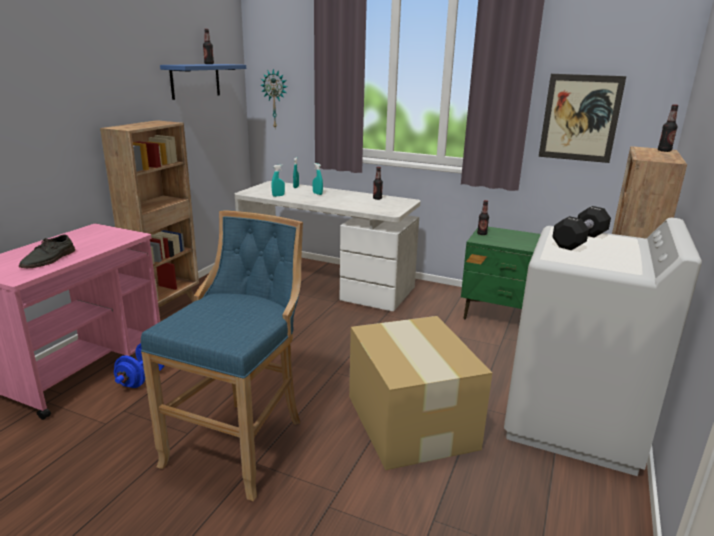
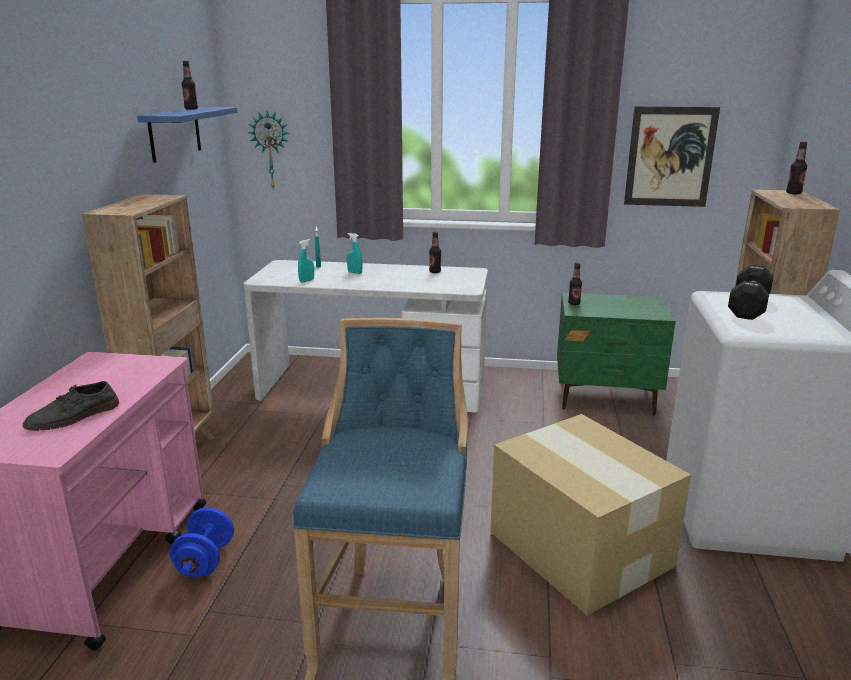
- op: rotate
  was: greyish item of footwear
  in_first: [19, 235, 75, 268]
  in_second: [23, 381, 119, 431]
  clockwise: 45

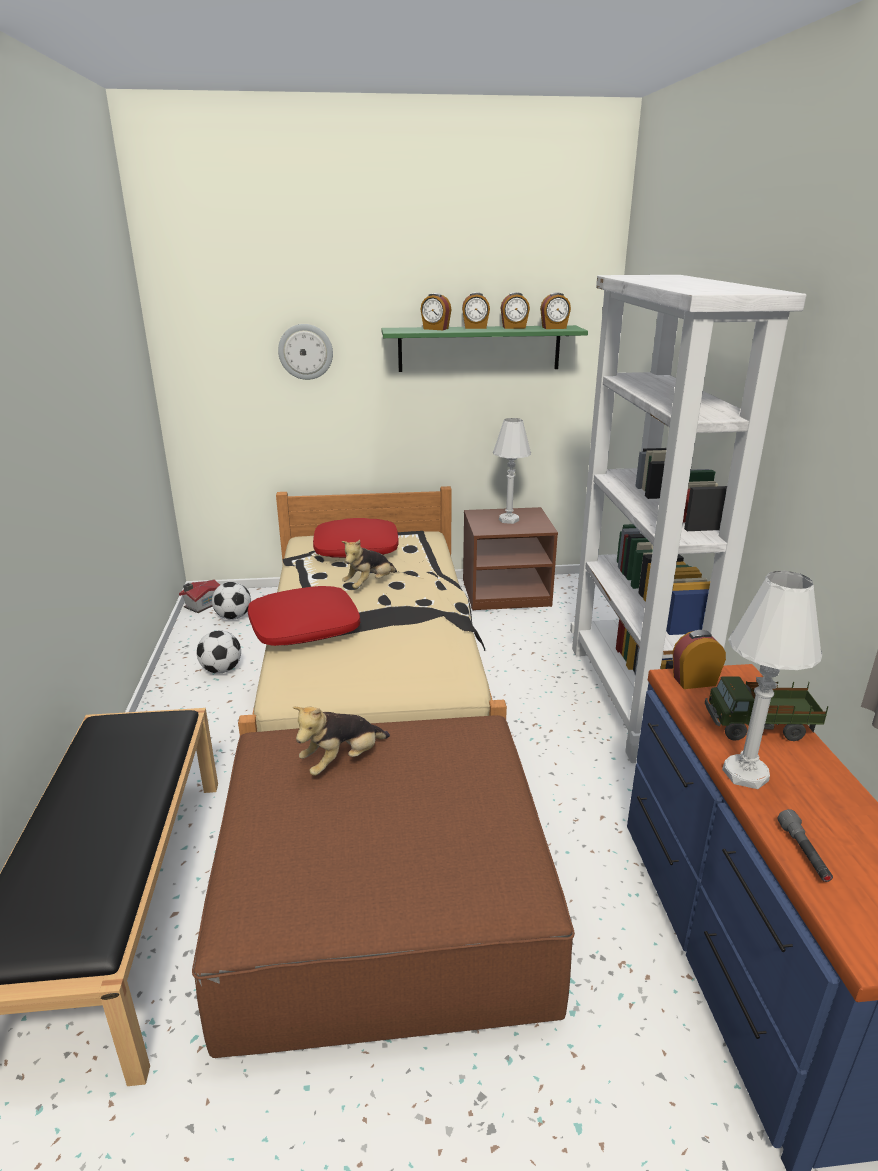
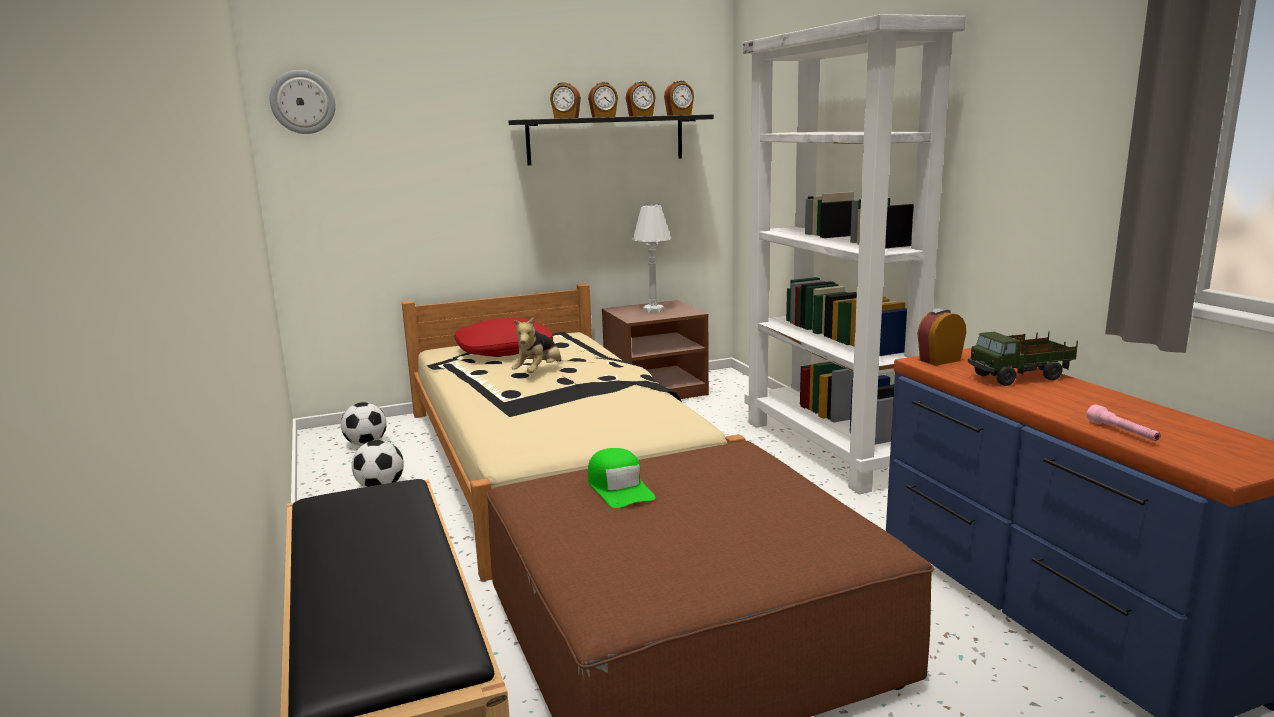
- op: move
  was: clock on the wall
  in_first: [278, 324, 333, 380]
  in_second: [270, 70, 336, 134]
- op: recolor
  was: green wall shelf
  now: black wall shelf
  in_first: [381, 325, 588, 372]
  in_second: [508, 115, 714, 165]
- op: delete
  was: white-coloured lamp for a table
  in_first: [722, 570, 822, 789]
- op: delete
  was: model house
  in_first: [179, 580, 220, 613]
- op: delete
  was: red-coloured cushion
  in_first: [248, 586, 360, 646]
- op: replace
  was: soft toy
  now: green baseball cap
  in_first: [293, 707, 390, 776]
  in_second: [588, 448, 656, 508]
- op: recolor
  was: greyish hand torch
  now: pink-coloured hand torch
  in_first: [778, 809, 833, 882]
  in_second: [1087, 404, 1161, 441]

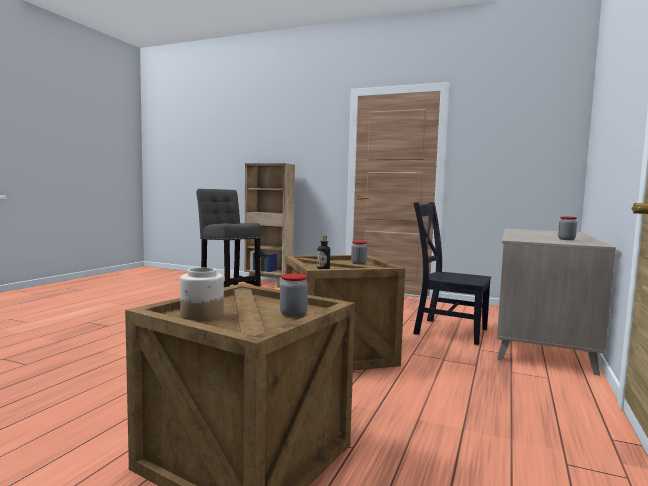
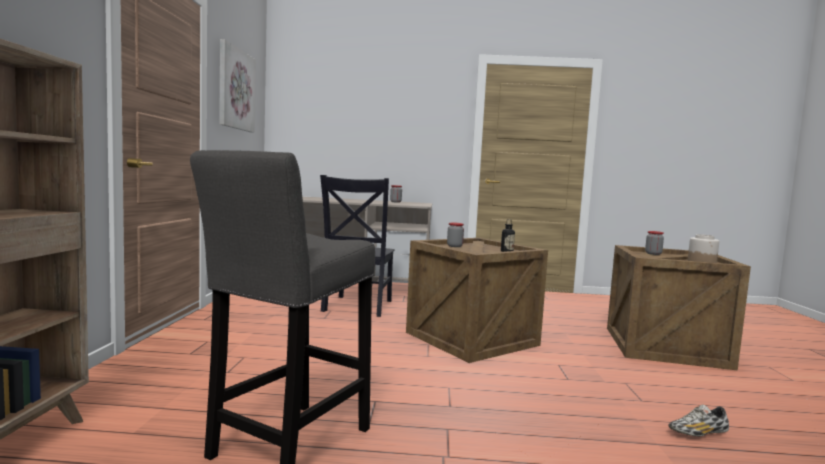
- op: insert
  now: picture
  in_second: [219, 39, 256, 133]
- op: insert
  now: item of footwear
  in_second: [669, 405, 729, 436]

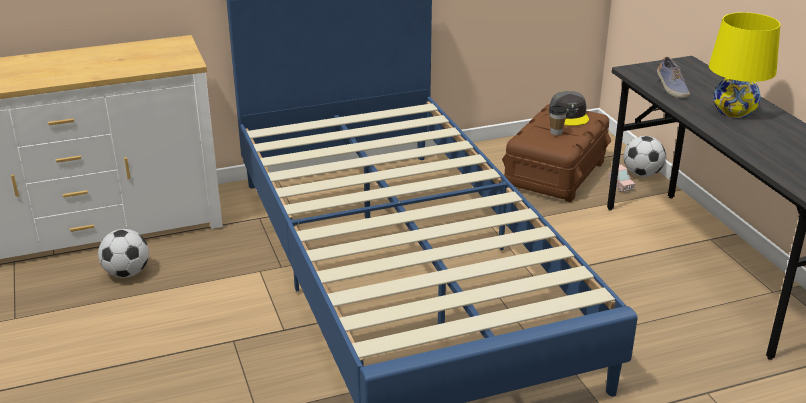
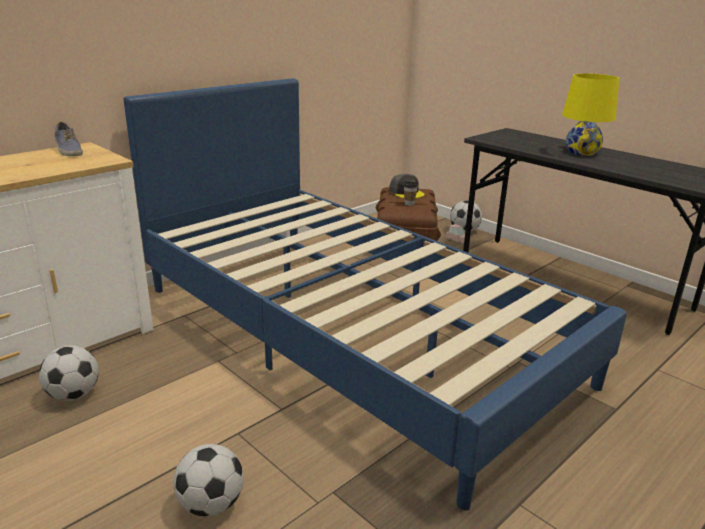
- op: move
  was: item of footwear
  in_first: [657, 57, 690, 98]
  in_second: [54, 121, 83, 156]
- op: insert
  now: ball for football
  in_second: [173, 444, 244, 517]

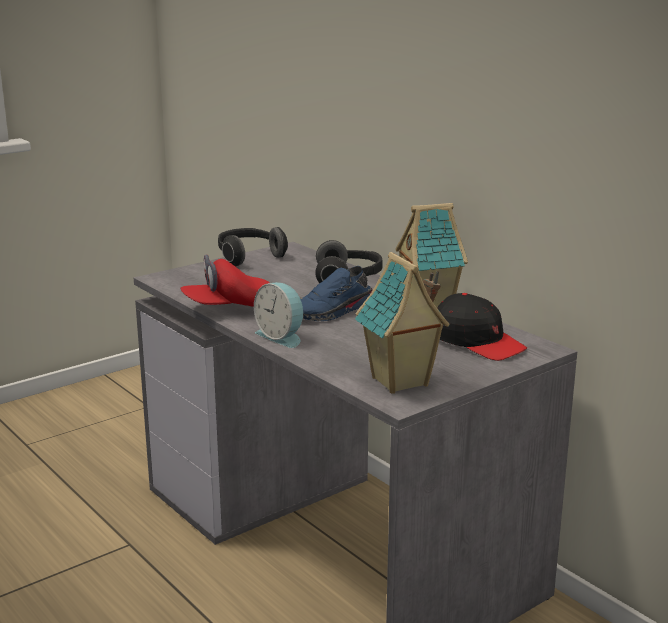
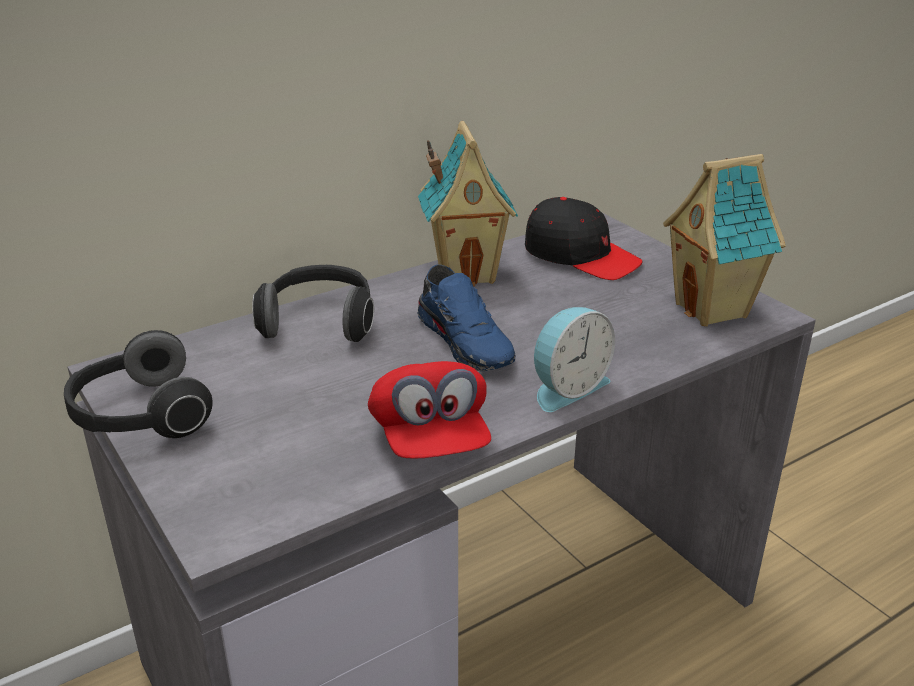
- op: rotate
  was: black baseball cap
  in_first: [437, 293, 527, 361]
  in_second: [525, 197, 643, 280]
  clockwise: 75

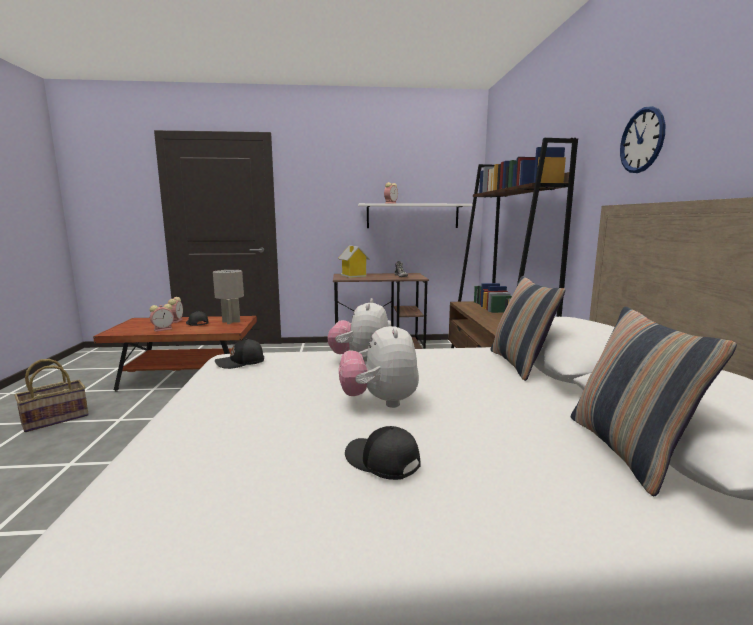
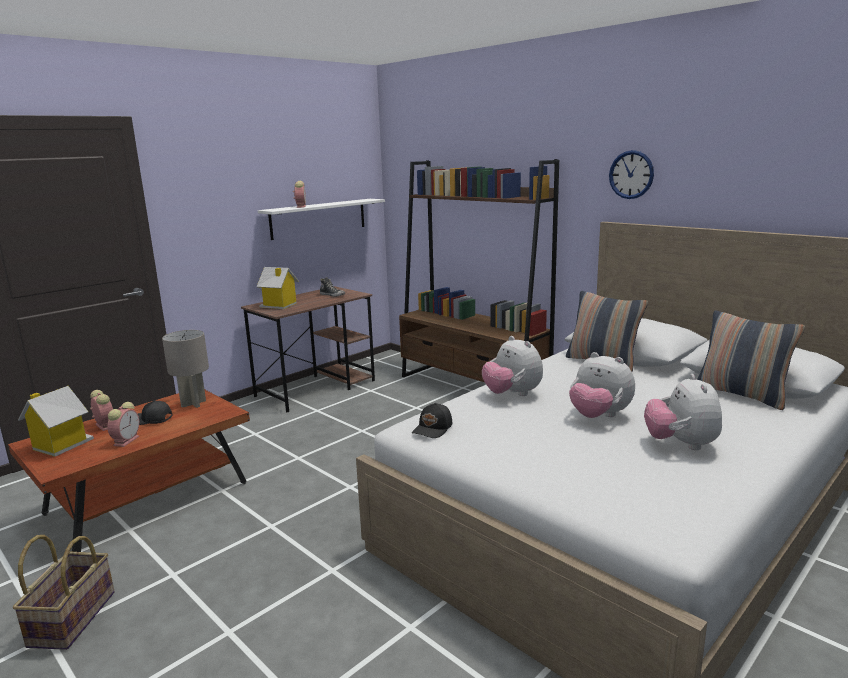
- op: replace
  was: black baseball cap
  now: soft toy
  in_first: [345, 426, 421, 480]
  in_second: [644, 374, 722, 450]
- op: insert
  now: model house
  in_second: [18, 386, 94, 457]

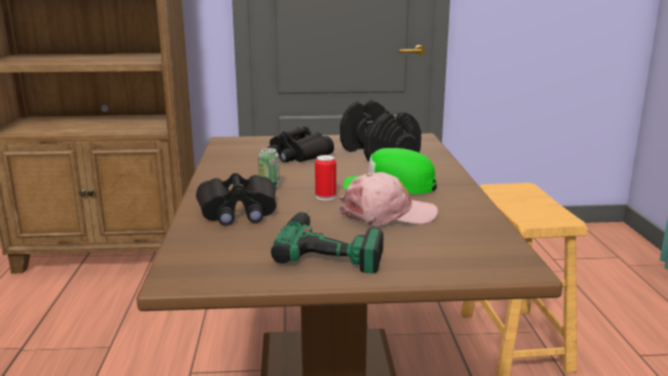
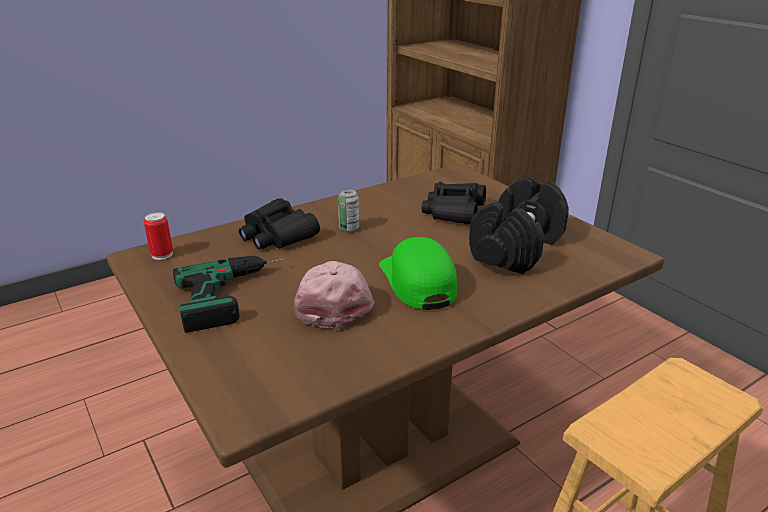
- op: move
  was: sealed can
  in_first: [315, 155, 336, 200]
  in_second: [144, 212, 173, 260]
- op: rotate
  was: pink-coloured baseball cap
  in_first: [340, 172, 438, 226]
  in_second: [294, 261, 375, 329]
  clockwise: -150

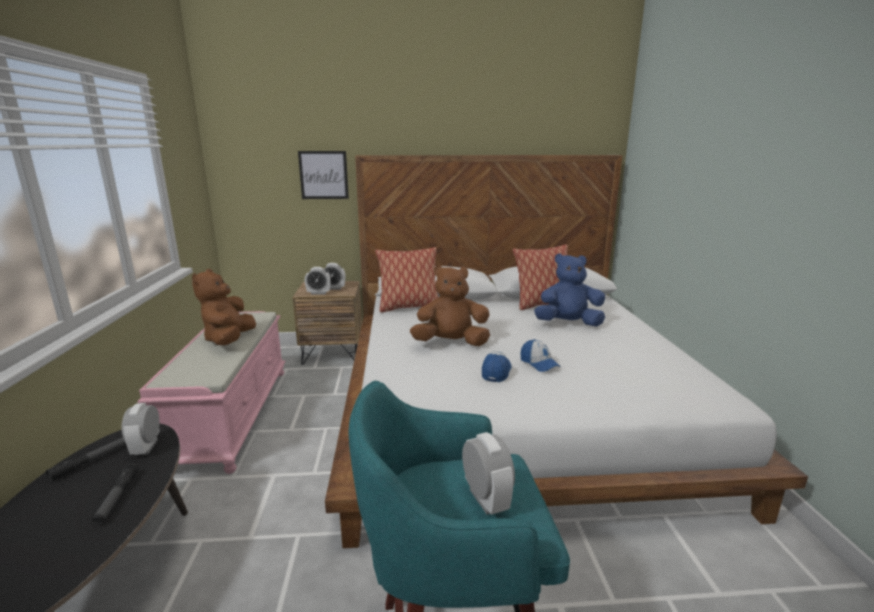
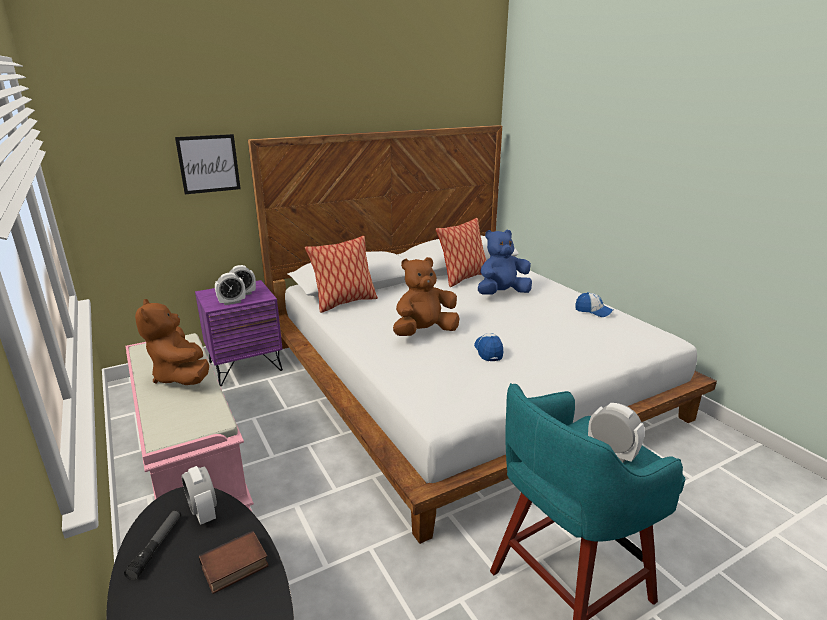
- op: recolor
  was: brownish bedside table
  now: purple-coloured bedside table
  in_first: [292, 281, 362, 365]
  in_second: [195, 280, 283, 386]
- op: move
  was: baseball cap
  in_first: [520, 339, 561, 372]
  in_second: [575, 292, 613, 317]
- op: replace
  was: hand torch
  now: bound book
  in_first: [92, 463, 139, 524]
  in_second: [199, 531, 269, 594]

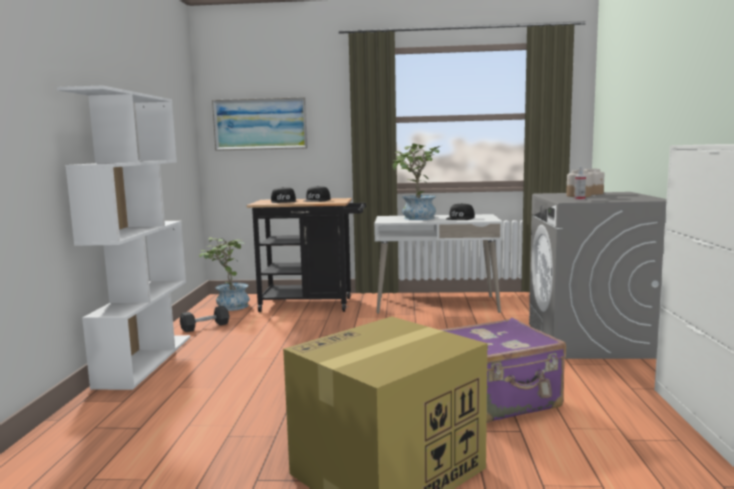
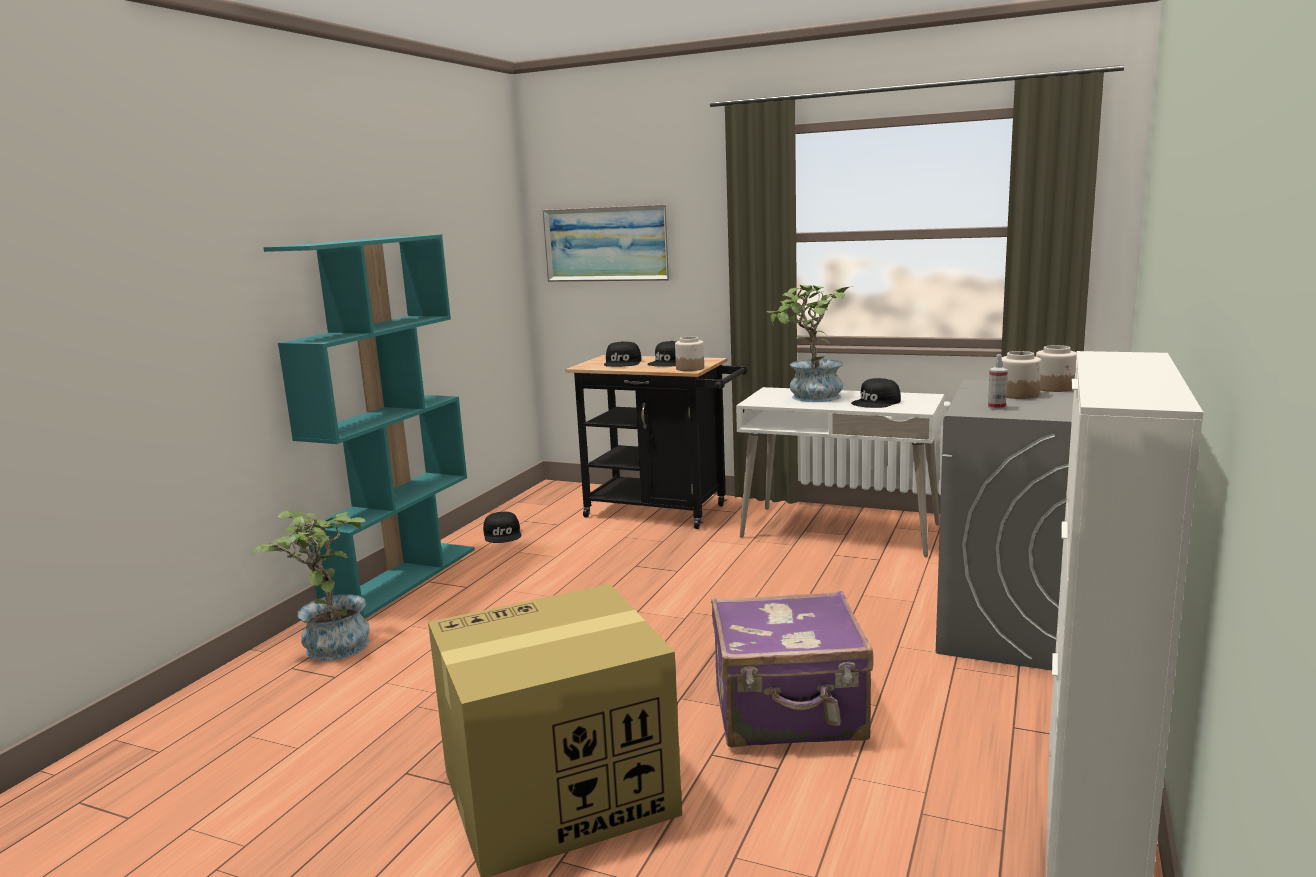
- op: recolor
  was: white-coloured shelving unit
  now: turquoise-coloured shelving unit
  in_first: [57, 86, 191, 390]
  in_second: [263, 234, 475, 619]
- op: move
  was: houseplant
  in_first: [199, 237, 249, 311]
  in_second: [252, 511, 370, 661]
- op: replace
  was: black free weight
  now: black baseball cap
  in_first: [180, 306, 229, 332]
  in_second: [483, 512, 521, 543]
- op: insert
  now: preserve jar
  in_second: [675, 336, 704, 371]

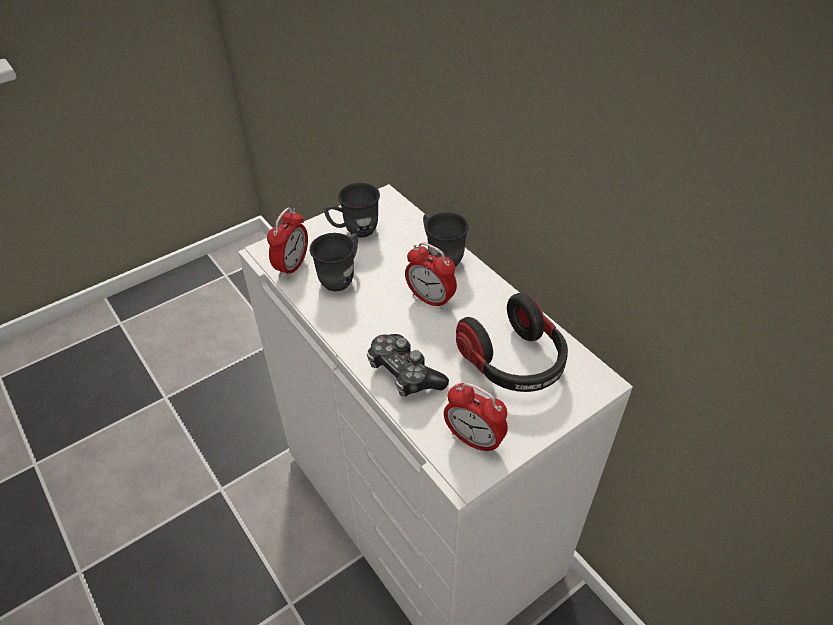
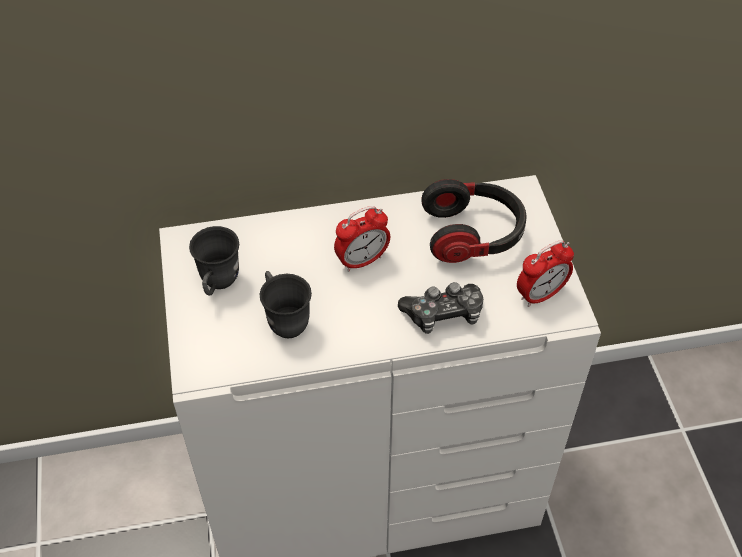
- op: delete
  was: alarm clock
  in_first: [267, 208, 308, 279]
- op: delete
  was: greyish tea mug
  in_first: [423, 212, 469, 267]

